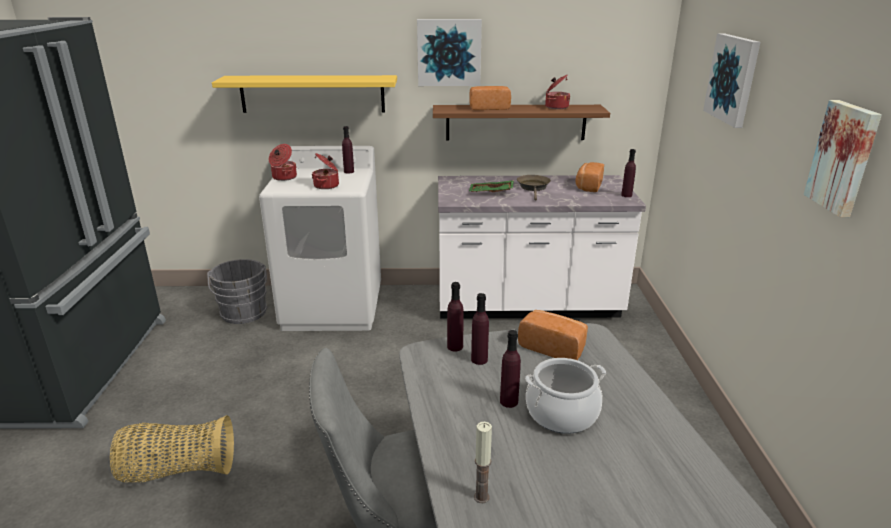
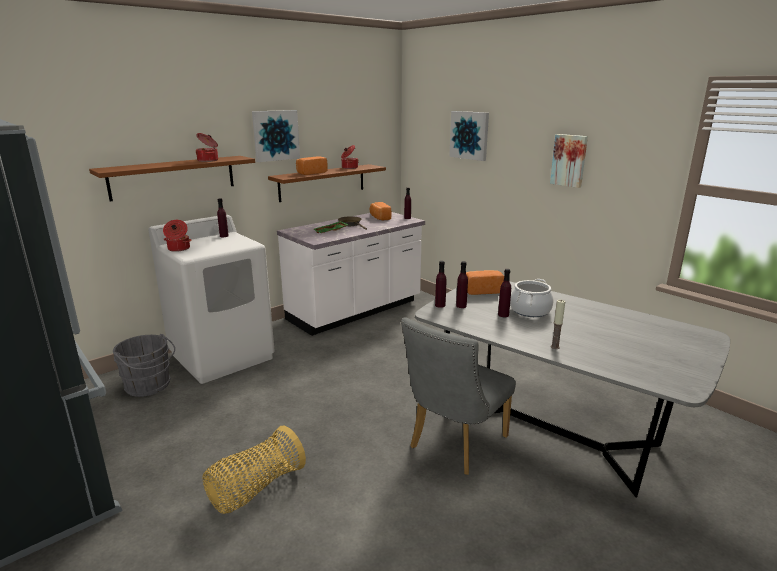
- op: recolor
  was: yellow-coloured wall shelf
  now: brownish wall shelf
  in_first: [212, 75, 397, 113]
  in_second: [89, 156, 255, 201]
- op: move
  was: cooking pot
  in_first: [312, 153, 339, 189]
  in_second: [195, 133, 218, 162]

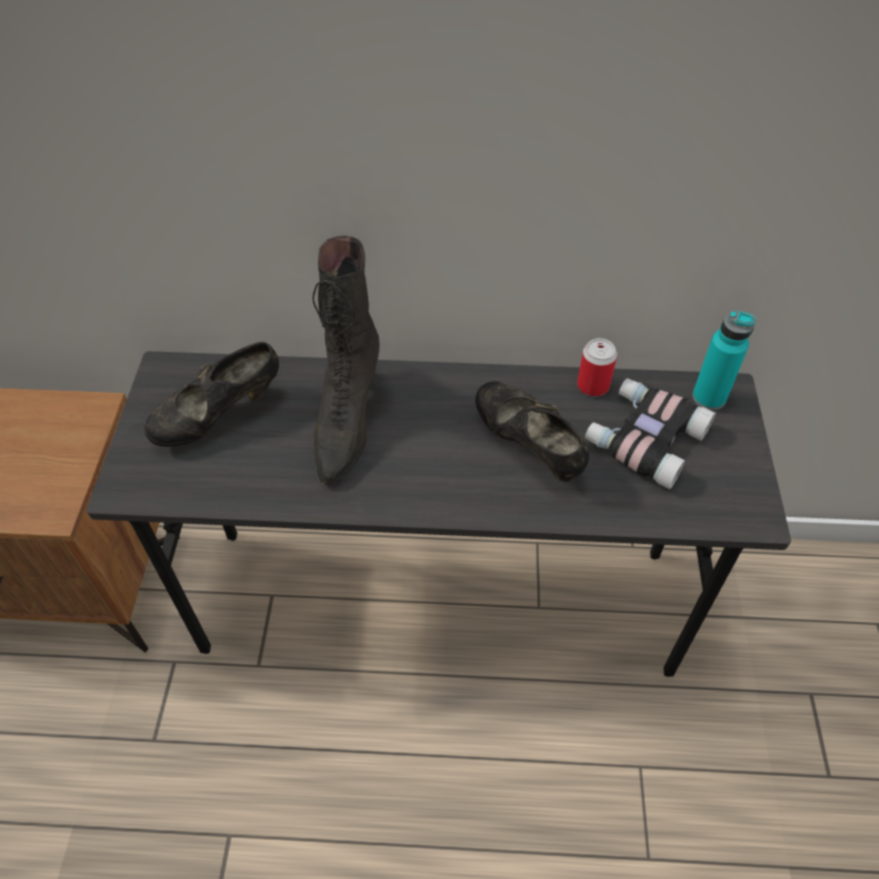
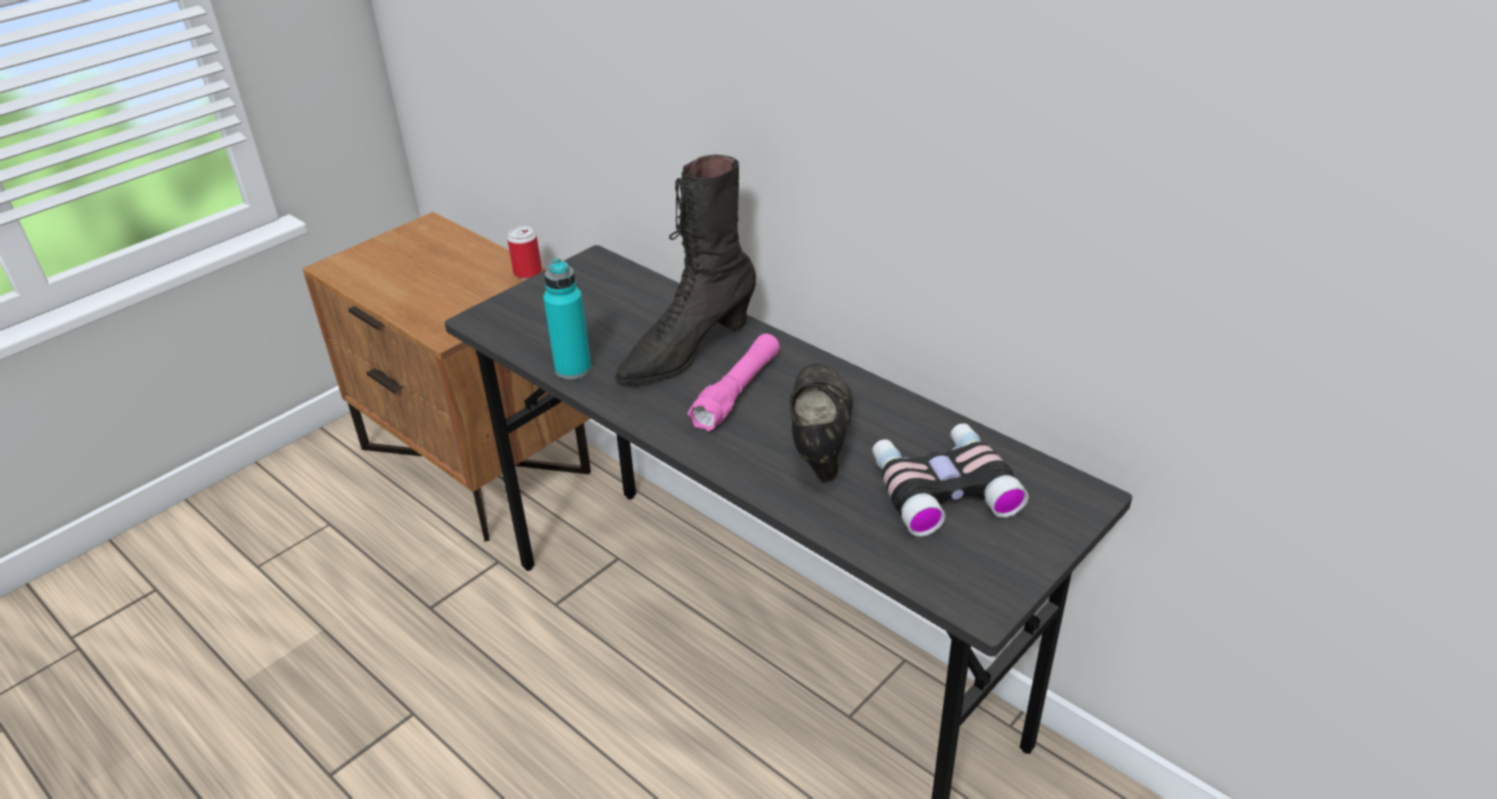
- op: move
  was: turquoise-coloured bottle
  in_first: [692, 311, 756, 410]
  in_second: [543, 258, 591, 379]
- op: move
  was: sealed can
  in_first: [577, 338, 617, 397]
  in_second: [507, 226, 542, 279]
- op: delete
  was: black item of footwear
  in_first: [144, 342, 279, 447]
- op: insert
  now: pink-coloured hand torch
  in_second: [687, 334, 780, 432]

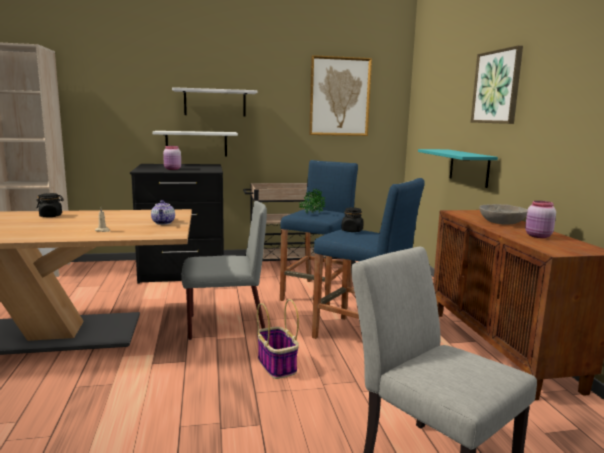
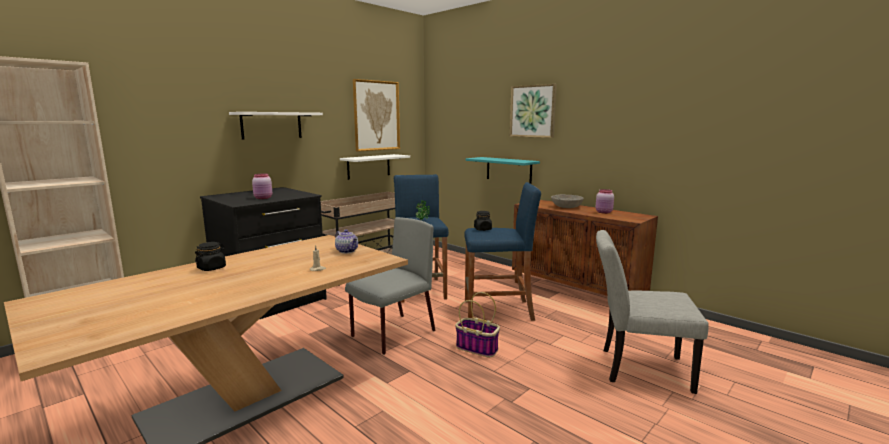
- op: move
  was: white-coloured wall shelf
  in_first: [152, 131, 238, 157]
  in_second: [340, 154, 410, 180]

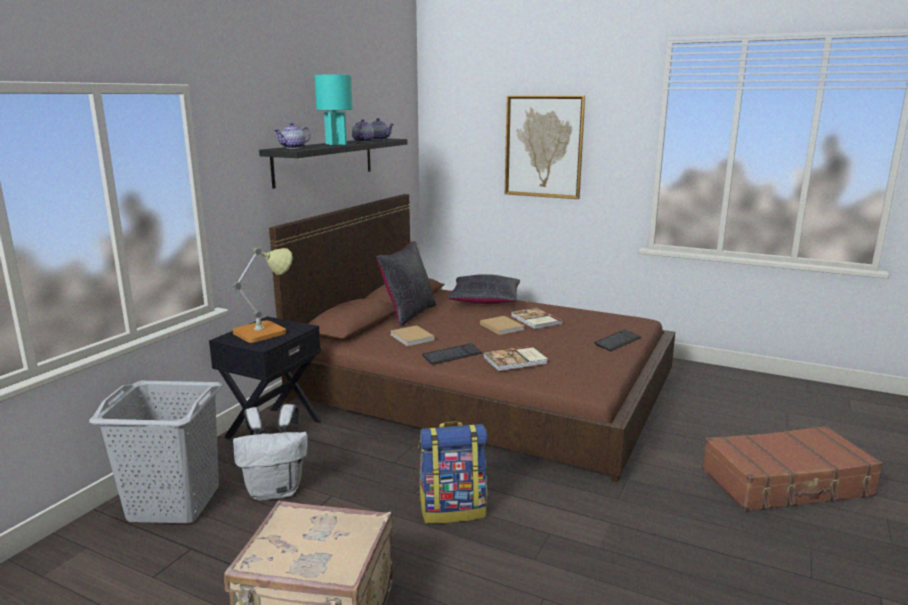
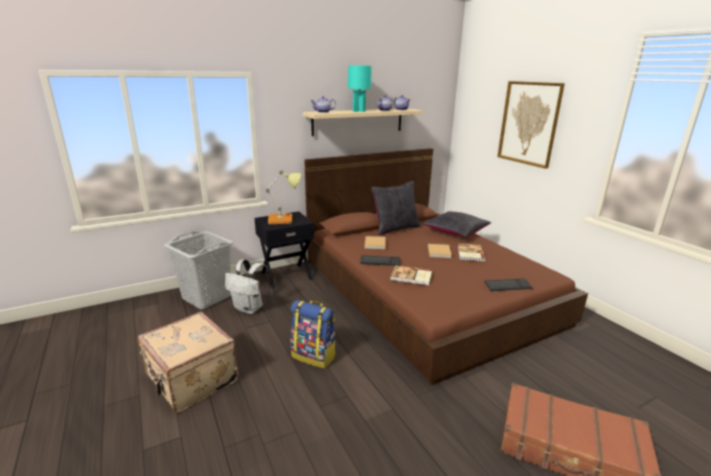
- op: recolor
  was: black wall shelf
  now: beige wall shelf
  in_first: [259, 138, 407, 189]
  in_second: [303, 108, 423, 136]

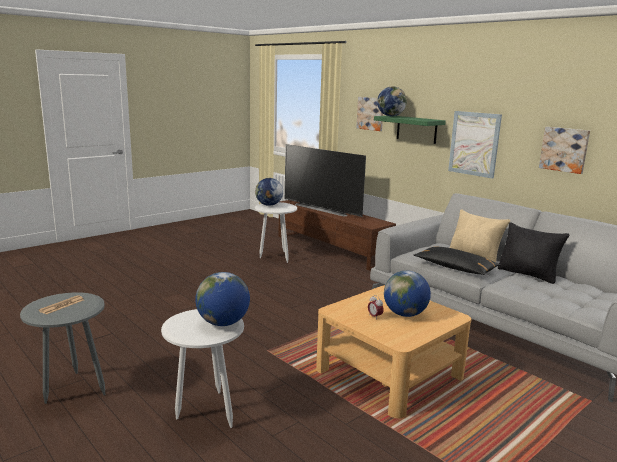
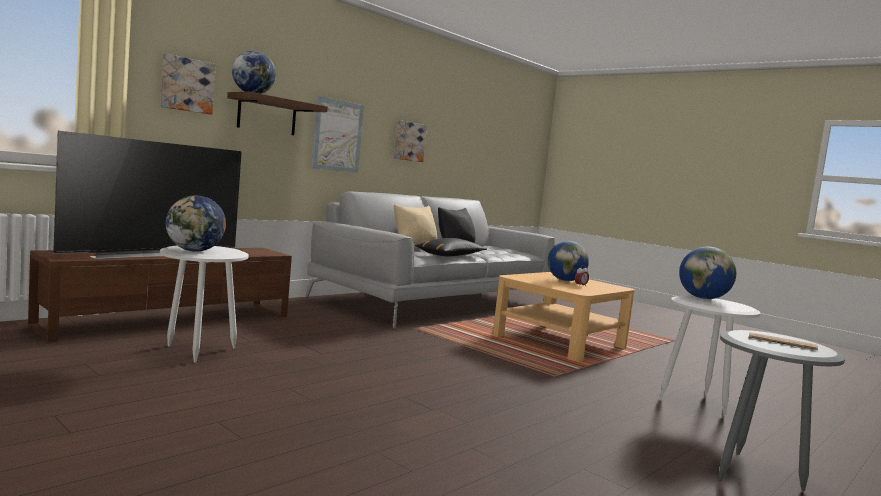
- op: recolor
  was: green wall shelf
  now: brownish wall shelf
  in_first: [374, 116, 446, 144]
  in_second: [227, 92, 328, 135]

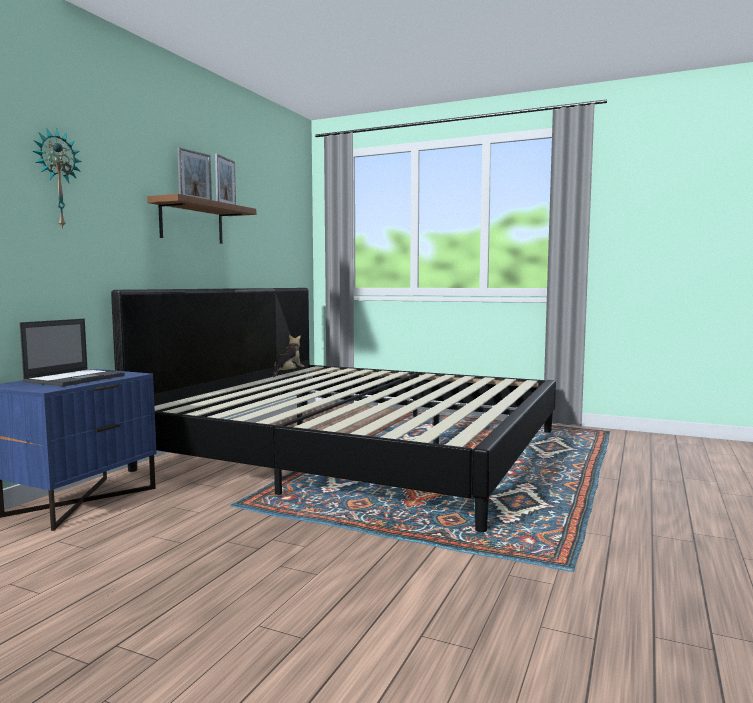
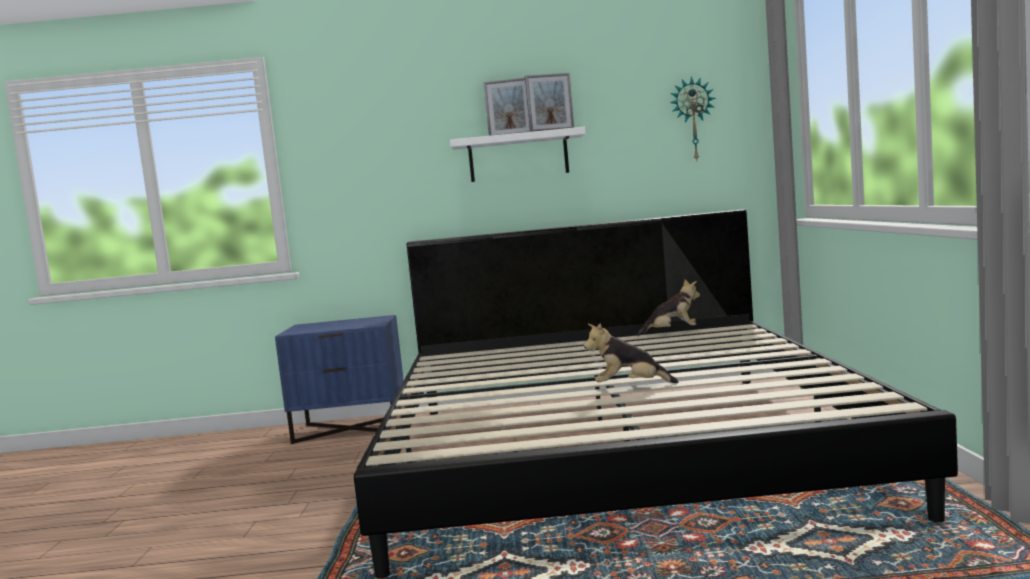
- op: move
  was: clock on the wall
  in_first: [33, 127, 82, 230]
  in_second: [670, 76, 716, 160]
- op: recolor
  was: brownish wall shelf
  now: white-coloured wall shelf
  in_first: [147, 194, 256, 244]
  in_second: [450, 127, 586, 182]
- op: delete
  was: portable computer
  in_first: [19, 319, 125, 386]
- op: insert
  now: soft toy
  in_second: [584, 323, 679, 383]

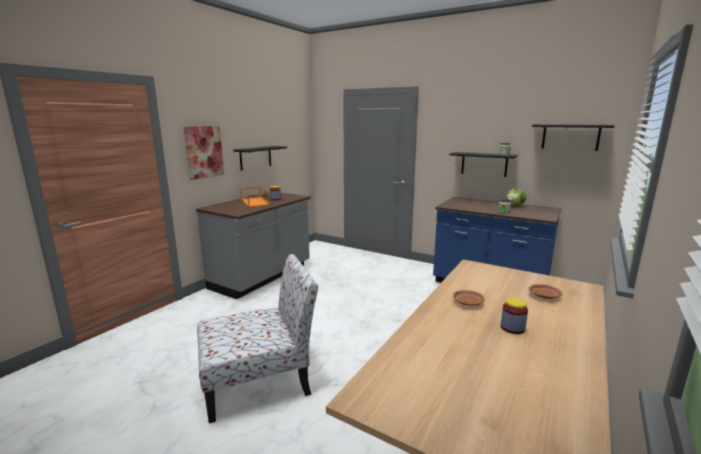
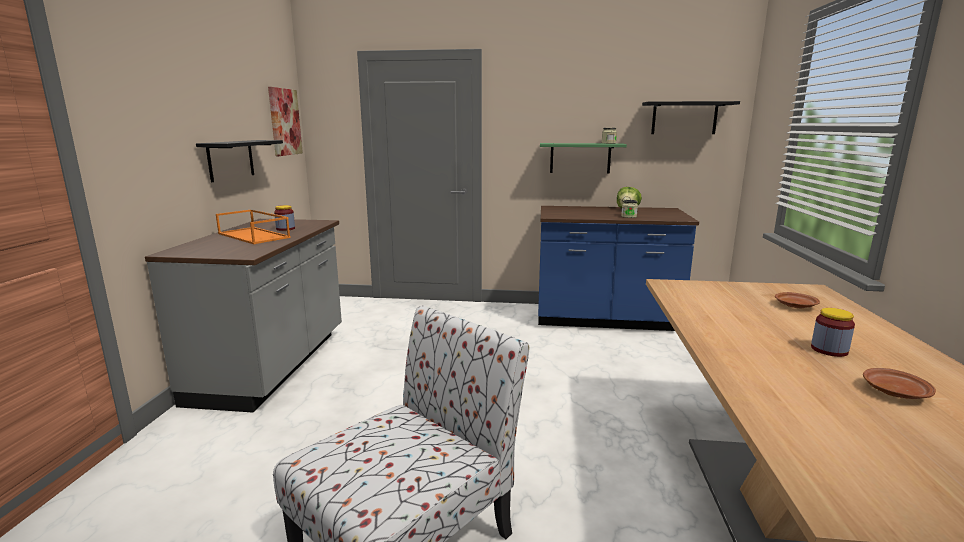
- op: move
  was: picture
  in_first: [184, 126, 224, 180]
  in_second: [268, 87, 303, 156]
- op: recolor
  was: black wall shelf
  now: green wall shelf
  in_first: [450, 152, 518, 177]
  in_second: [540, 143, 627, 173]
- op: move
  was: brownish flat dish
  in_first: [453, 290, 485, 306]
  in_second: [863, 368, 936, 399]

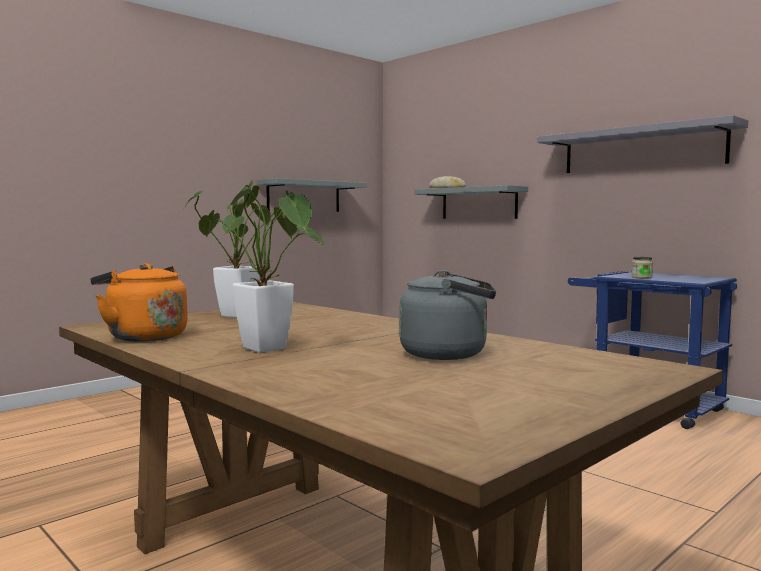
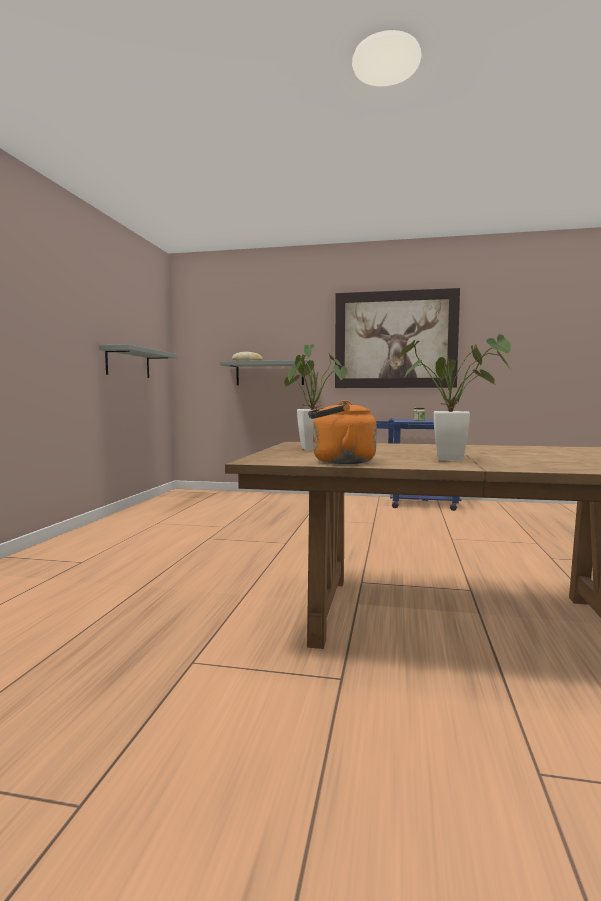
- op: replace
  was: greyish wall shelf
  now: picture
  in_first: [537, 115, 748, 173]
  in_second: [335, 288, 460, 388]
- op: delete
  was: greyish water kettle
  in_first: [399, 270, 496, 360]

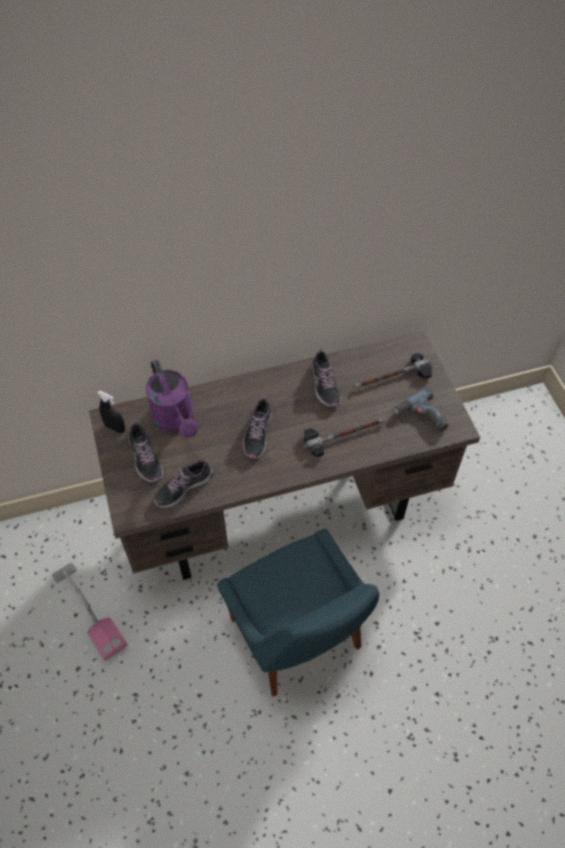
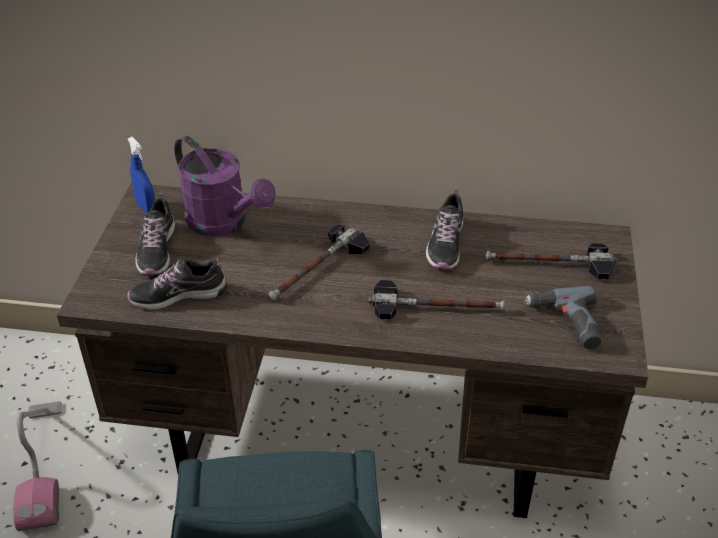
- op: rotate
  was: purple-coloured watering pot
  in_first: [146, 360, 198, 438]
  in_second: [174, 136, 276, 237]
  clockwise: -45
- op: recolor
  was: black sprayer
  now: blue sprayer
  in_first: [98, 391, 125, 433]
  in_second: [128, 137, 155, 214]
- op: replace
  was: item of footwear
  now: tool hammer
  in_first: [243, 396, 272, 458]
  in_second: [269, 225, 370, 300]

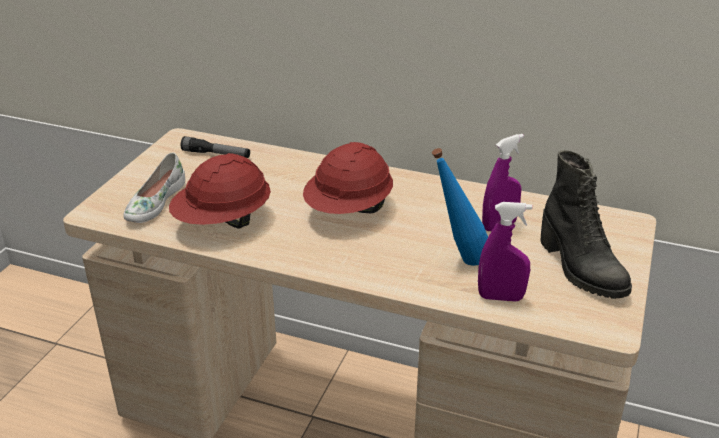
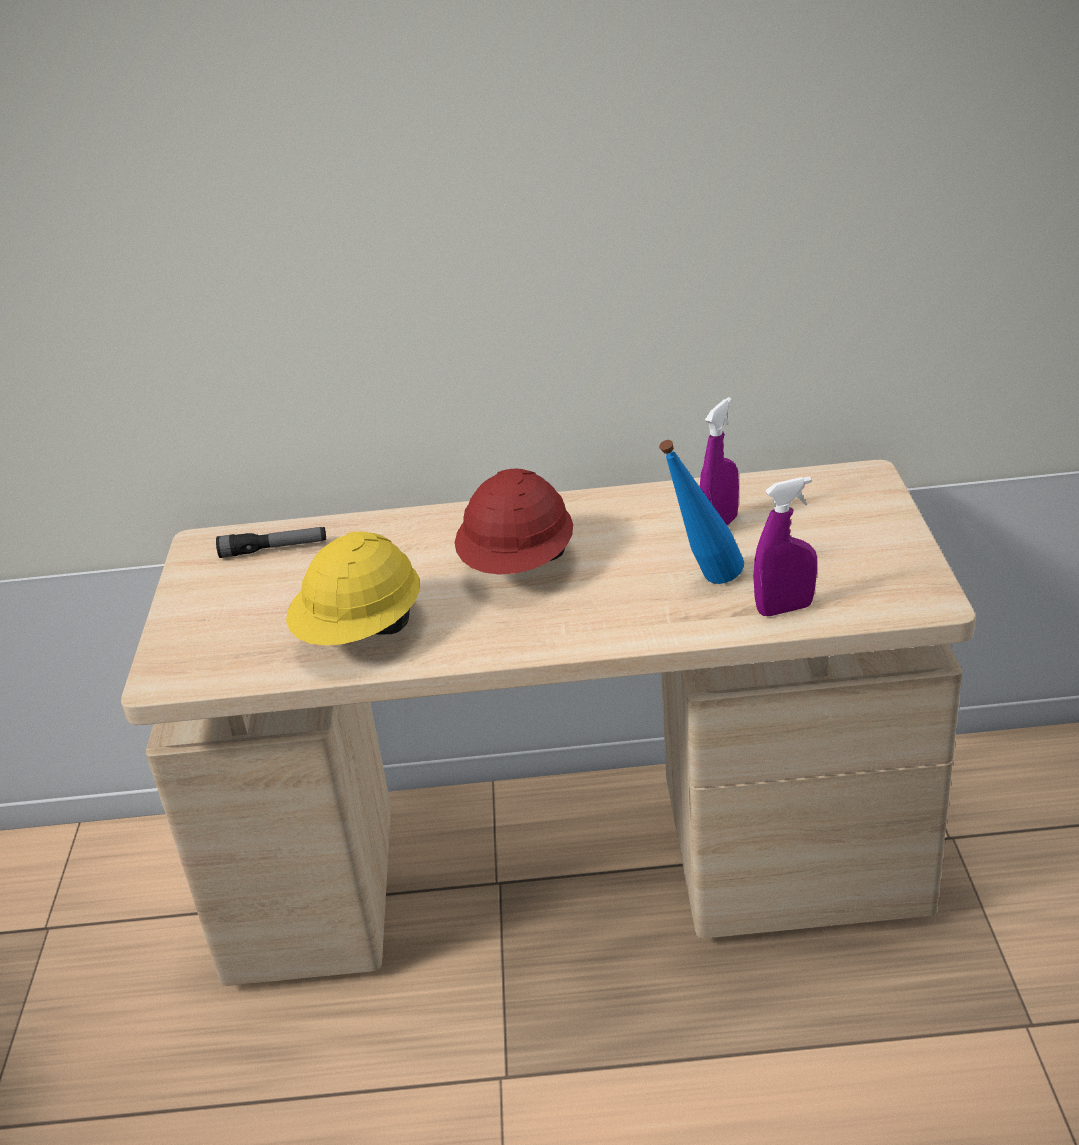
- op: delete
  was: black boot
  in_first: [540, 150, 632, 299]
- op: delete
  was: white-coloured item of footwear
  in_first: [123, 153, 185, 223]
- op: recolor
  was: red-coloured hard hat
  now: yellow-coloured hard hat
  in_first: [169, 153, 271, 229]
  in_second: [286, 531, 420, 645]

